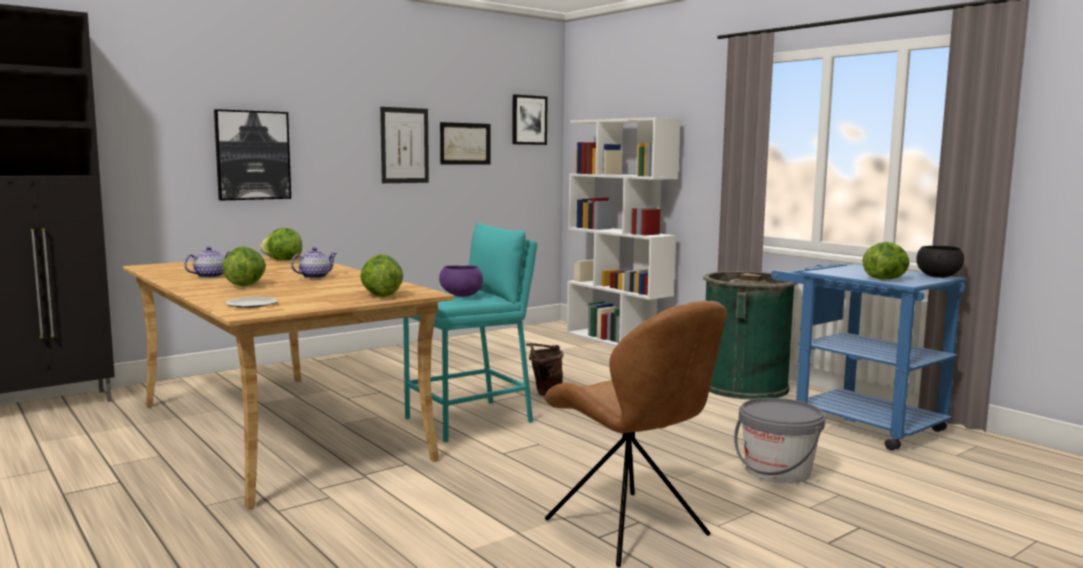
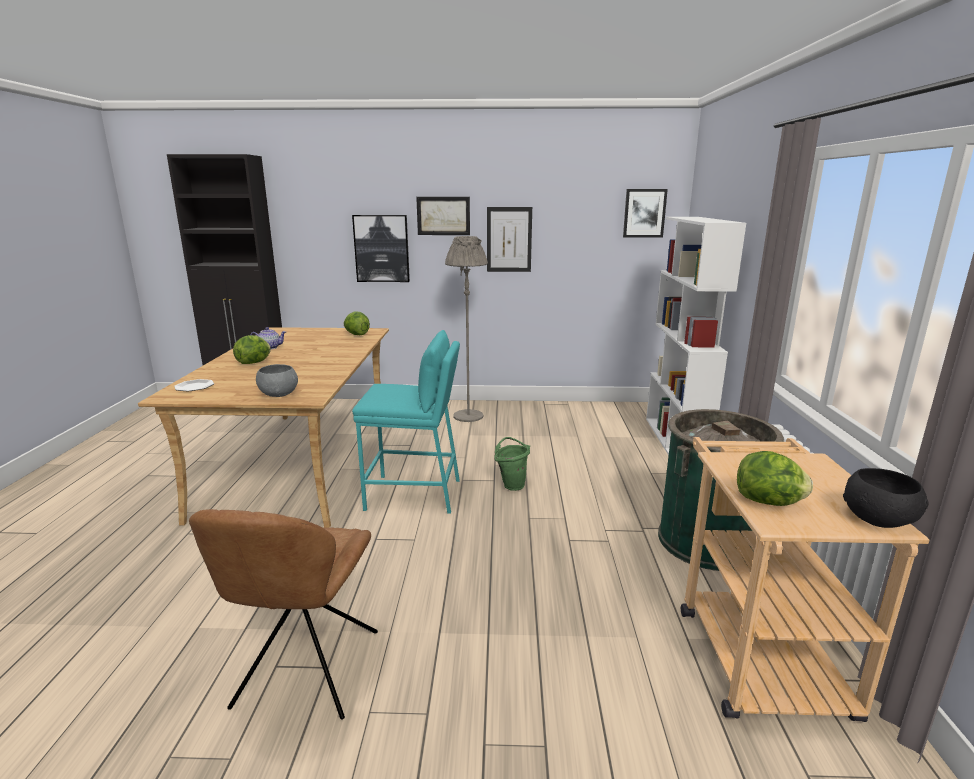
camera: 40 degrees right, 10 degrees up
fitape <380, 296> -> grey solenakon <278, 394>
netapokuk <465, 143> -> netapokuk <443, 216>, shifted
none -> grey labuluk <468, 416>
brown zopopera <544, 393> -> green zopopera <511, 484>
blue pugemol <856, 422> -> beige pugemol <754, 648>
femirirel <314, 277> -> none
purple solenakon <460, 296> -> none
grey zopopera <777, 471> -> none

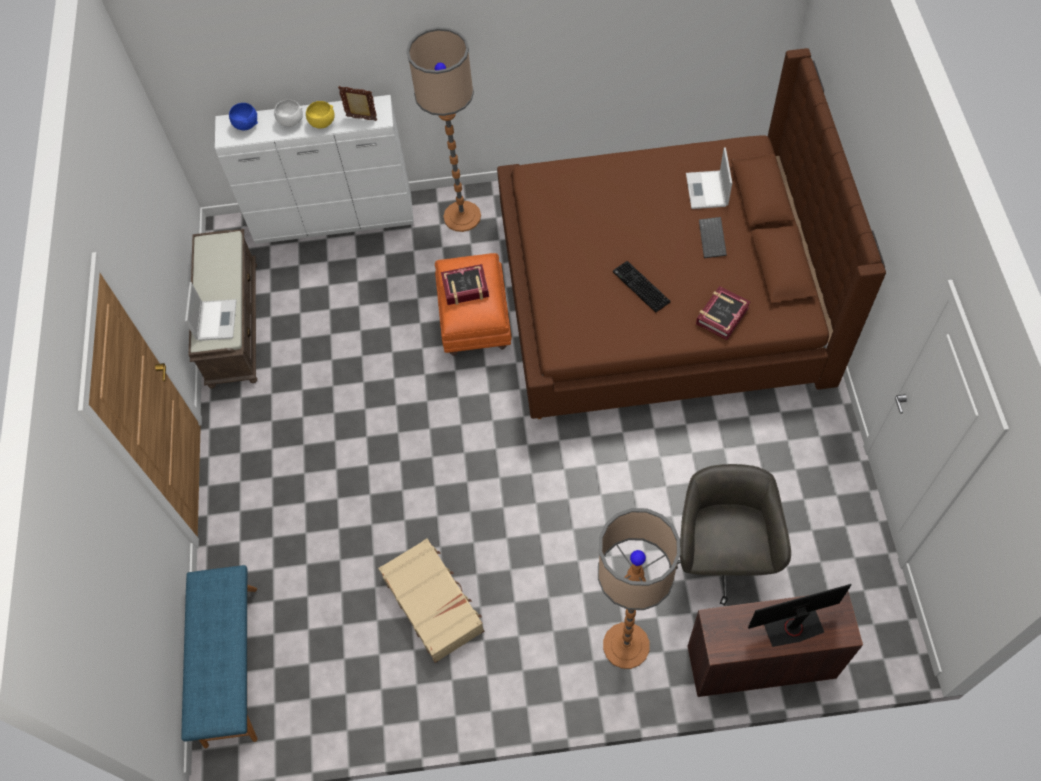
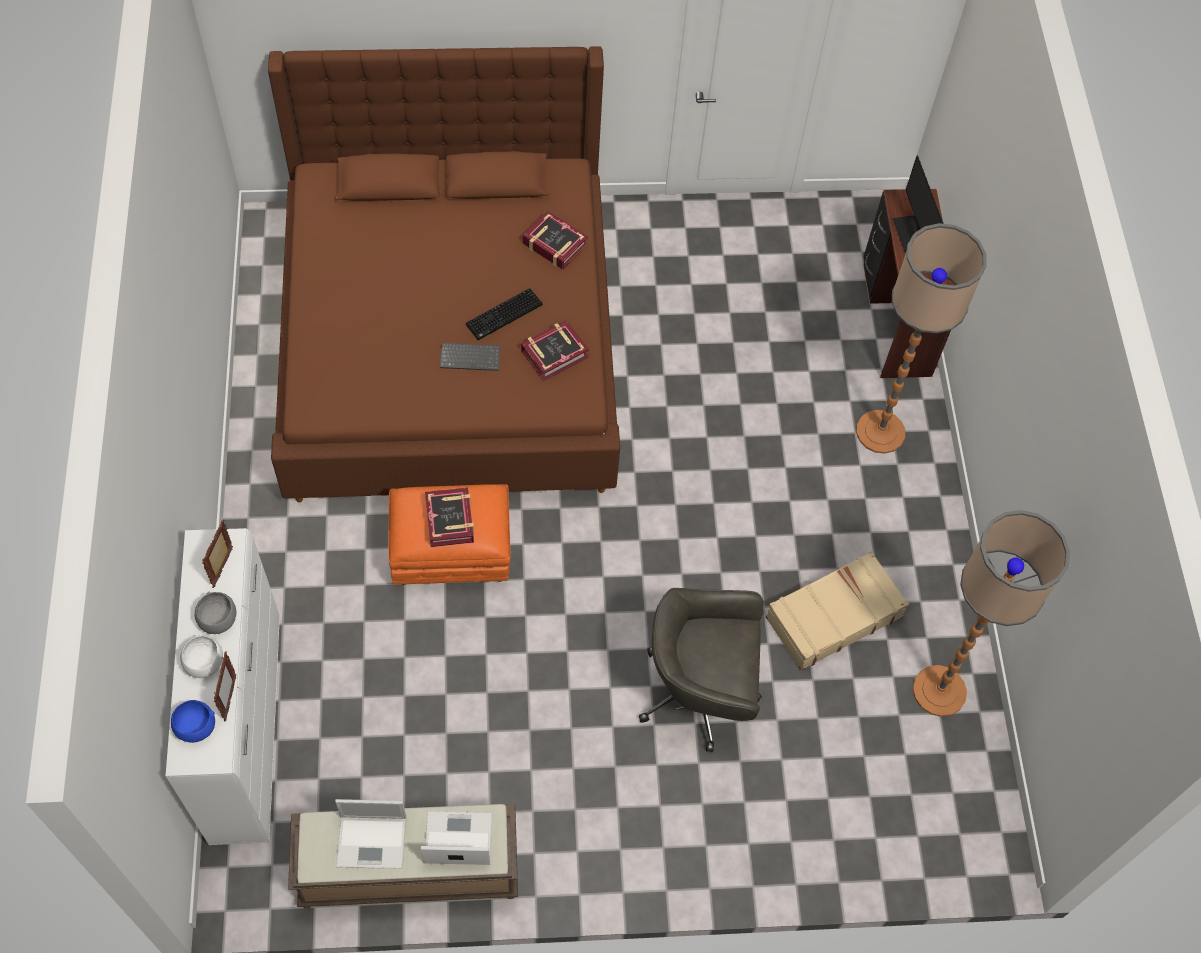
camera: 95 degrees left, 0 degrees up
yellow solenakon <322, 123> -> grey solenakon <218, 621>
none -> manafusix <230, 699>
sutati <707, 191> -> sutati <373, 841>, shifted
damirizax <713, 239> -> damirizax <471, 357>, shifted
none -> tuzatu <554, 353>
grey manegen <720, 557> -> grey manegen <700, 692>, shifted
labuluk <462, 216> -> labuluk <939, 691>, shifted
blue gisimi <230, 664> -> none

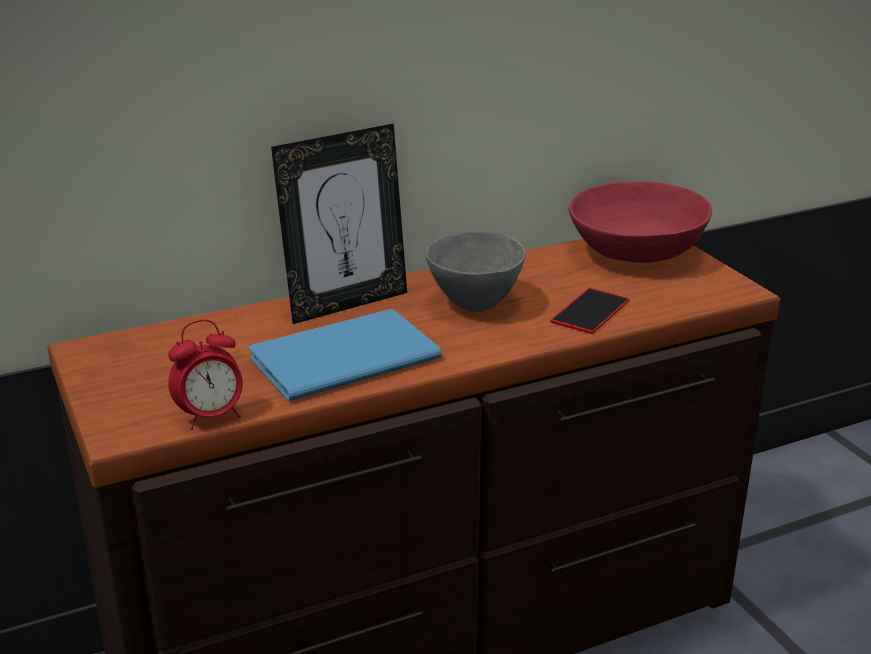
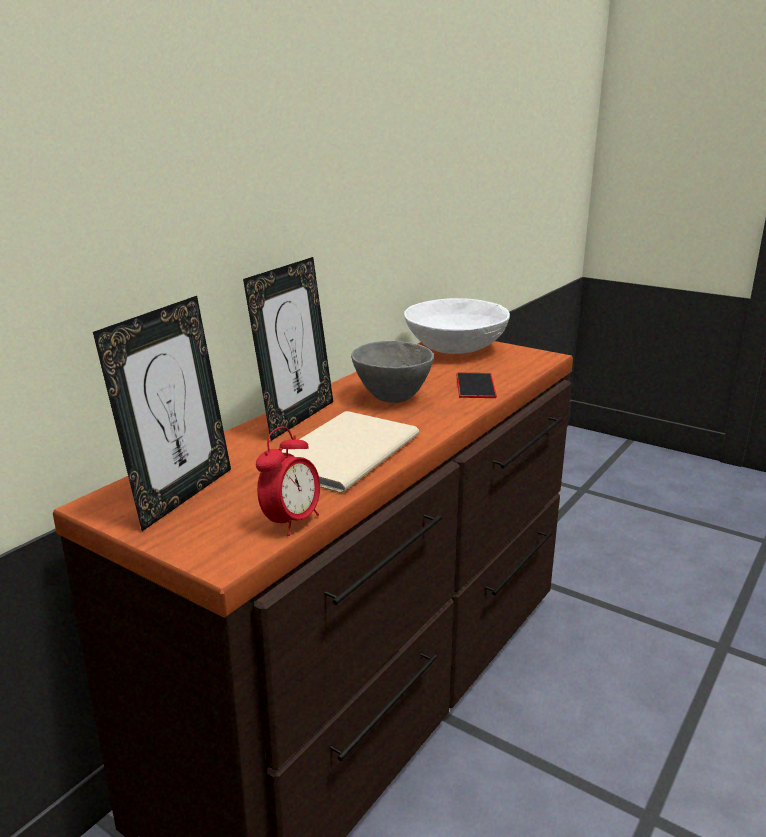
camera: 30 degrees left, 5 degrees down
none -> manafusix <180, 495>
blue tuzatu <338, 357> -> beige tuzatu <339, 454>
red solenakon <636, 252> -> white solenakon <454, 348>

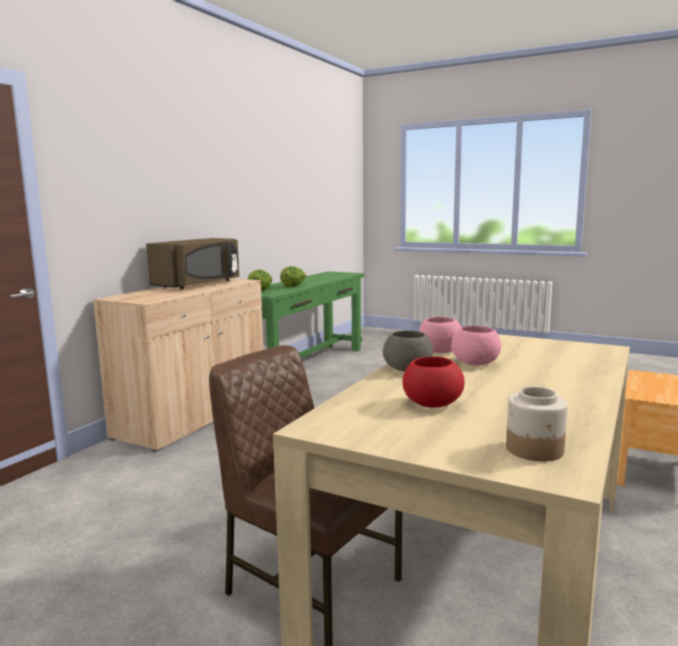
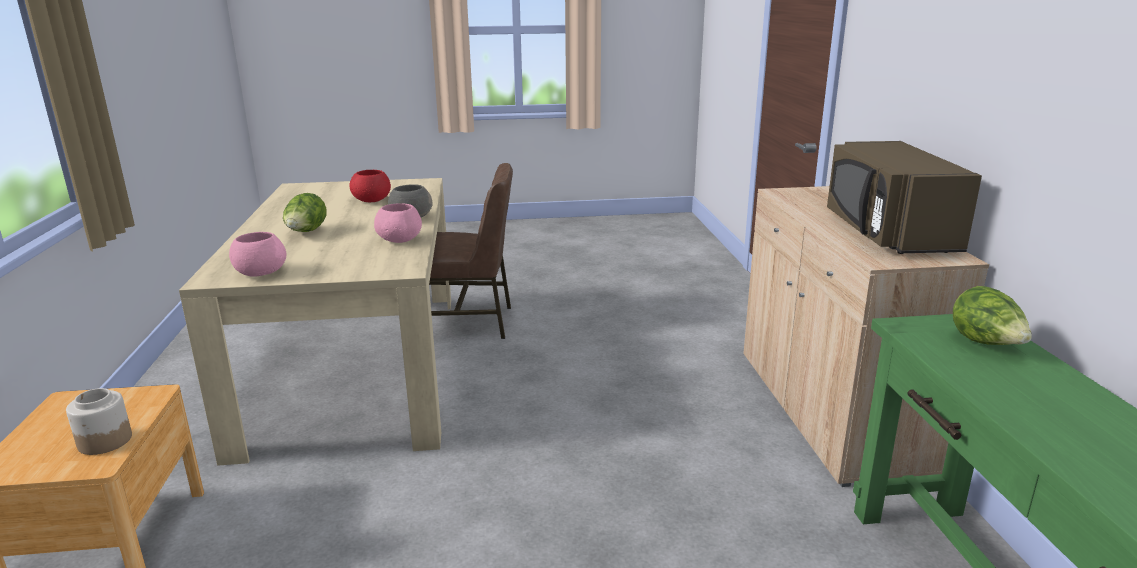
camera: 145 degrees right, 10 degrees up
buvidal <535, 450> -> buvidal <104, 441>, shifted
pink solenakon <476, 363> -> pink solenakon <260, 273>, shifted
fitape <294, 286> -> fitape <306, 232>, shifted

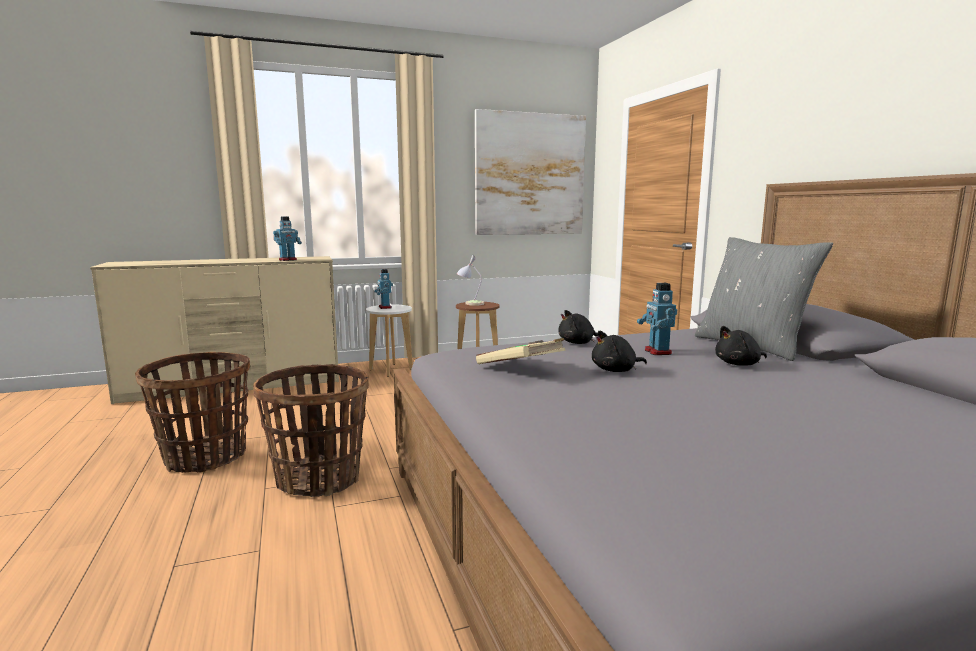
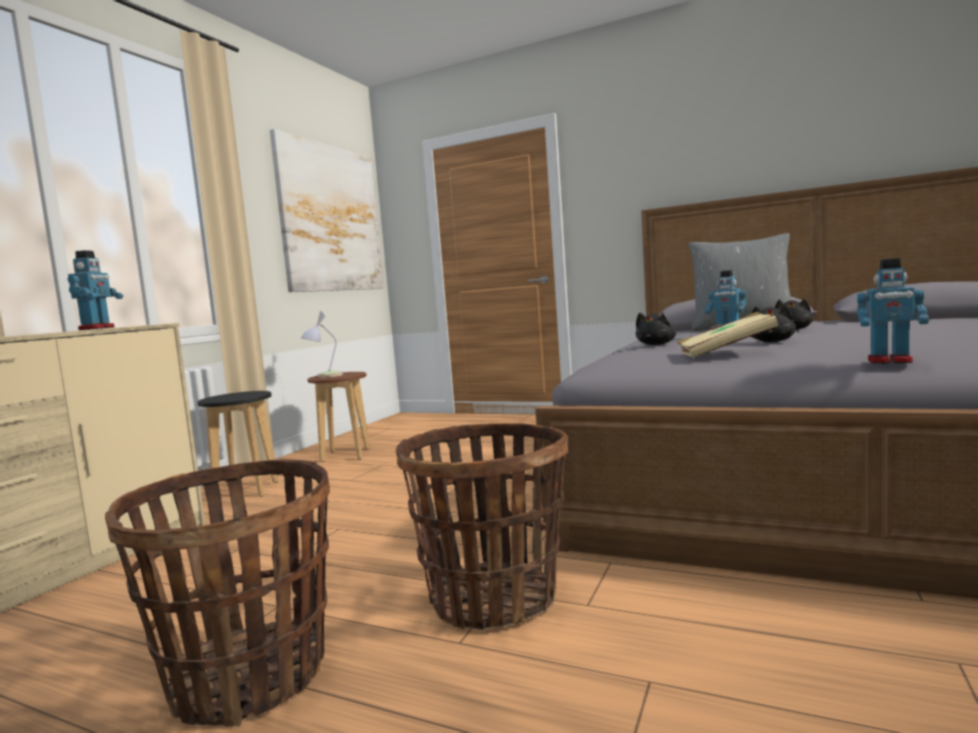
camera: 45 degrees left, 5 degrees down
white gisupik <391, 370> -> black gisupik <247, 490>
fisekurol <384, 307> -> fisekurol <890, 361>, shifted

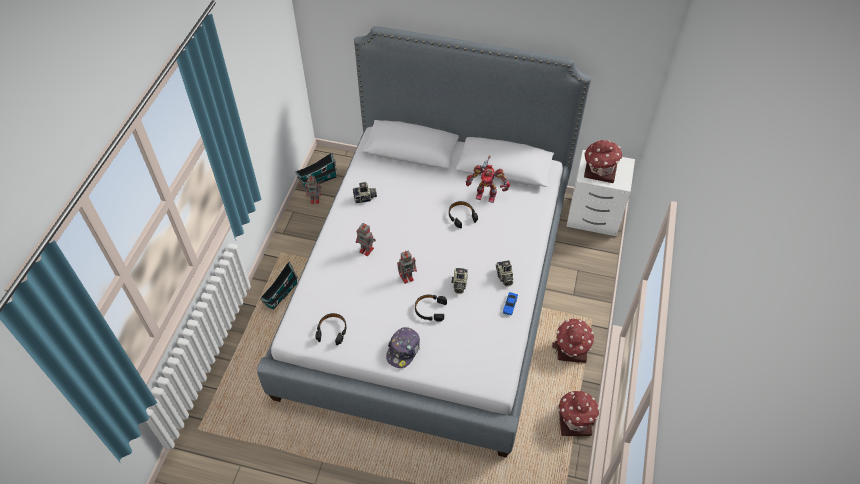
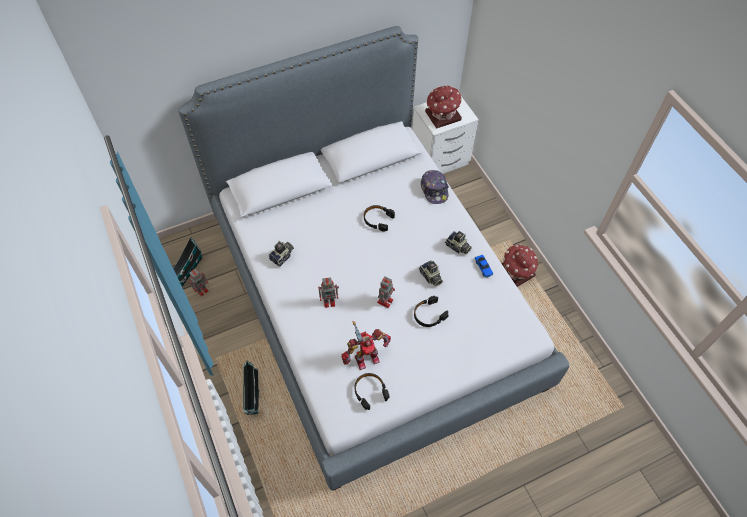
camera: 40 degrees left, 5 degrees up
fisekurol <486, 194> -> fisekurol <365, 357>, shifted
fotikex <403, 350> -> fotikex <434, 190>, shifted
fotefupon <575, 420> -> none

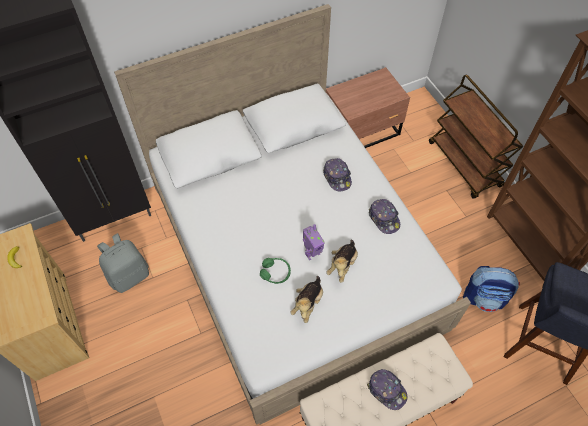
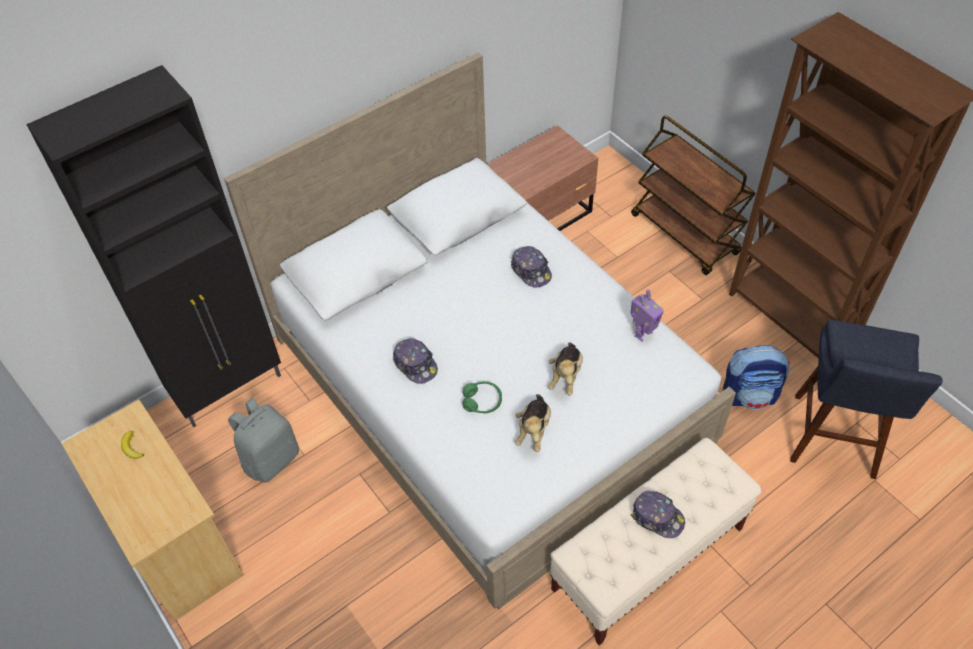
camera: 10 degrees left, 5 degrees down
fotikex <384, 219> -> fotikex <415, 364>, shifted
fisekurol <312, 253> -> fisekurol <642, 333>, shifted

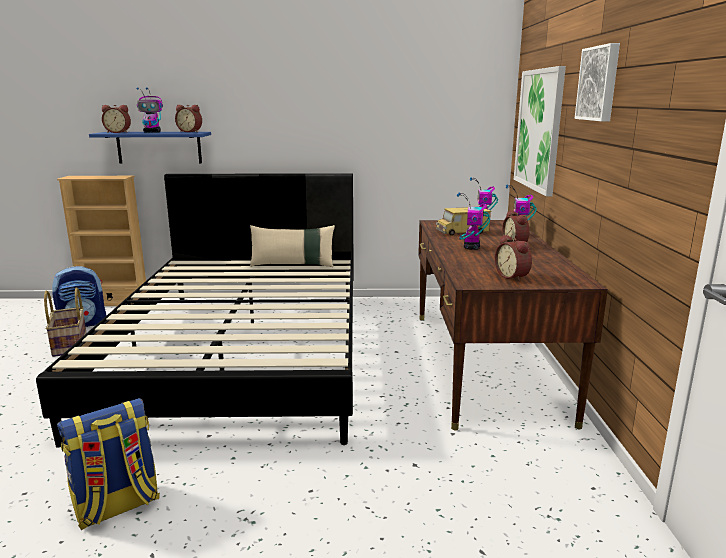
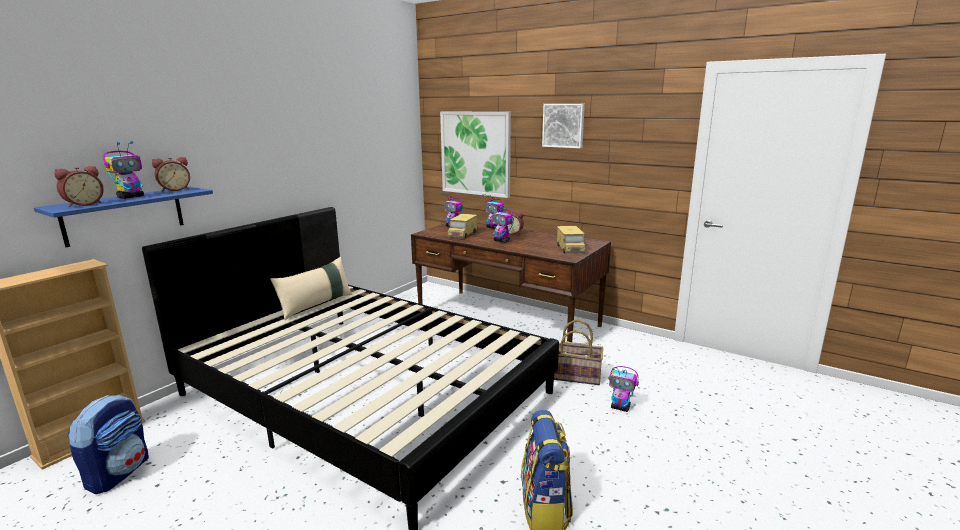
camera: 55 degrees left, 0 degrees up
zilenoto <71, 345> -> zilenoto <576, 375>, shifted
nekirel <513, 277> -> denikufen <570, 249>
none -> fisekurol <621, 407>

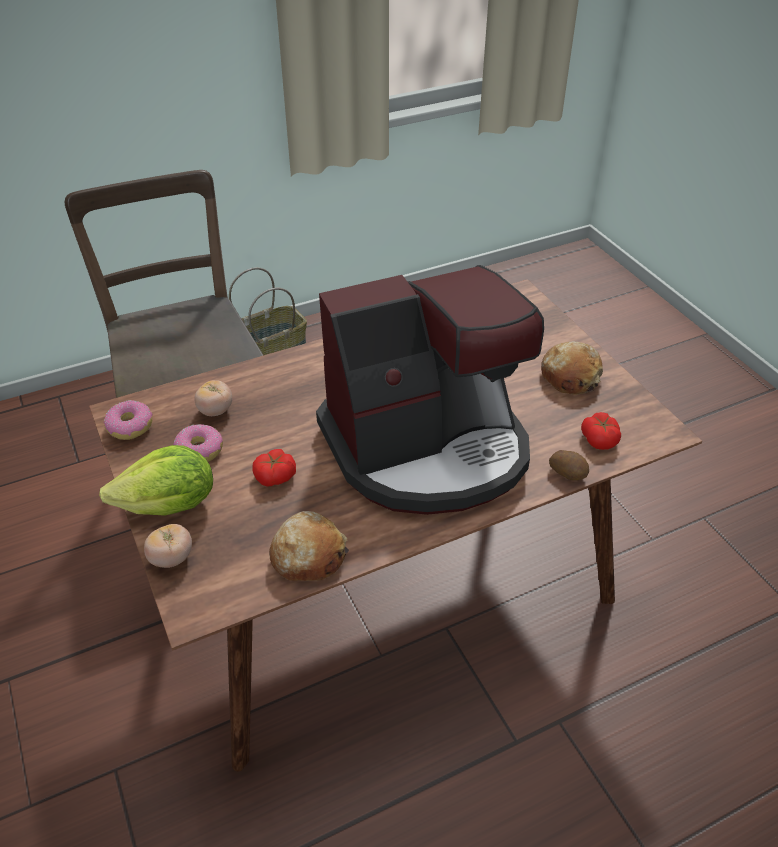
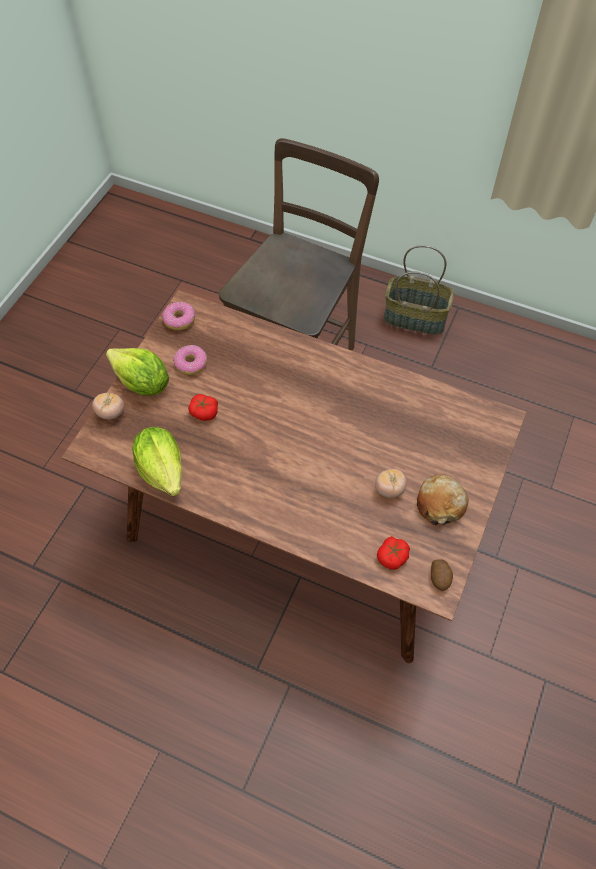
camera: 50 degrees right, 15 degrees up
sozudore <308, 556> -> fitape <162, 470>
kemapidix <215, 410> -> kemapidix <389, 489>, shifted
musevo <568, 472> -> musevo <440, 578>, shifted
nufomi <428, 448> -> none

